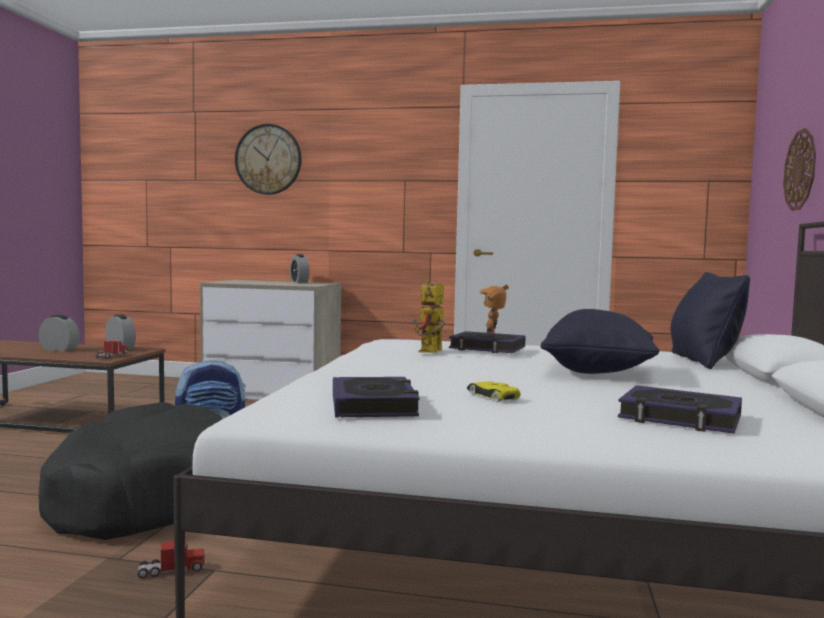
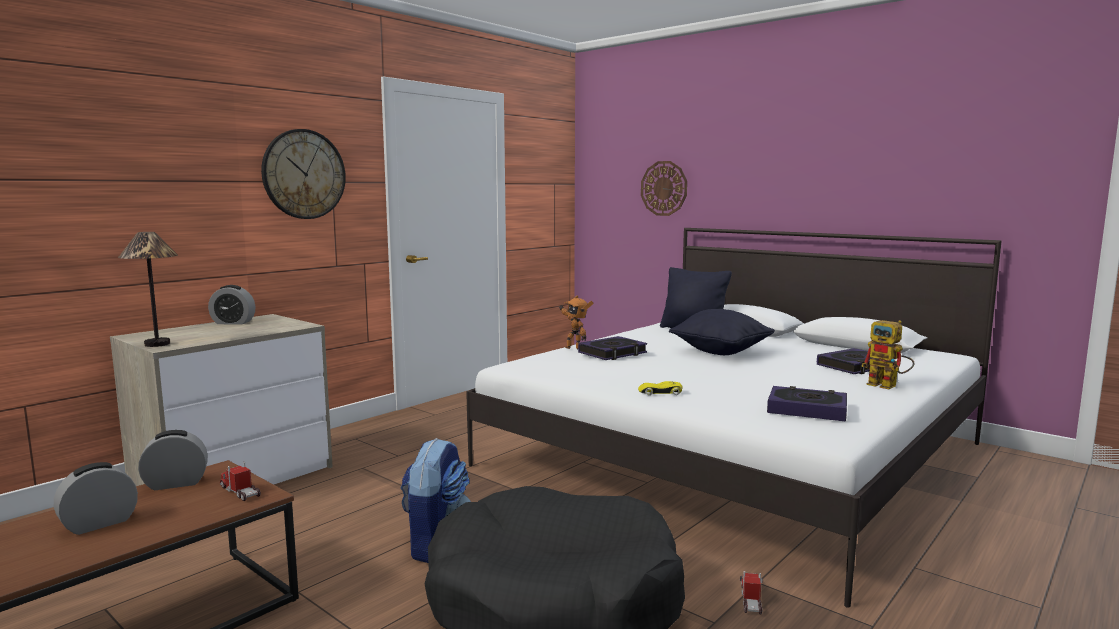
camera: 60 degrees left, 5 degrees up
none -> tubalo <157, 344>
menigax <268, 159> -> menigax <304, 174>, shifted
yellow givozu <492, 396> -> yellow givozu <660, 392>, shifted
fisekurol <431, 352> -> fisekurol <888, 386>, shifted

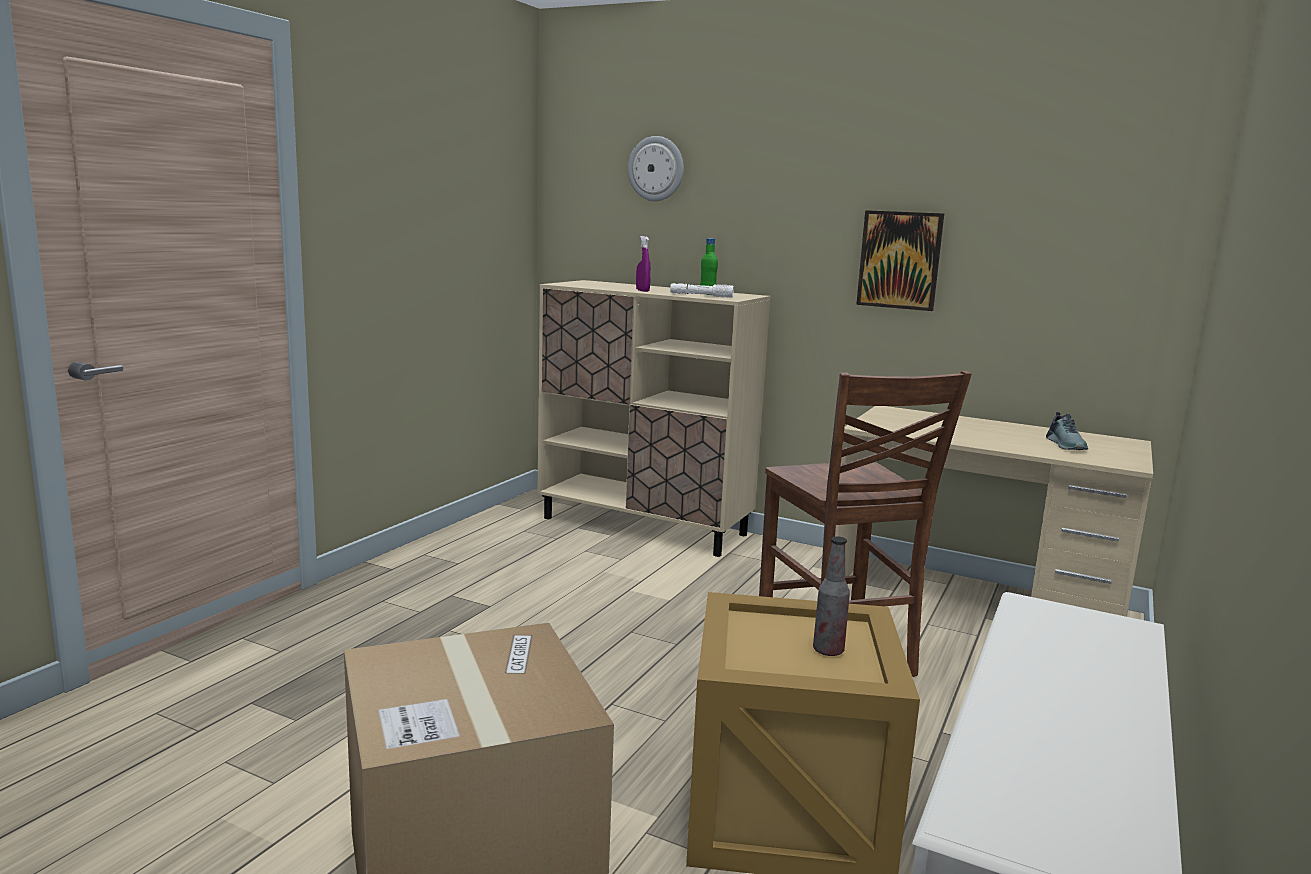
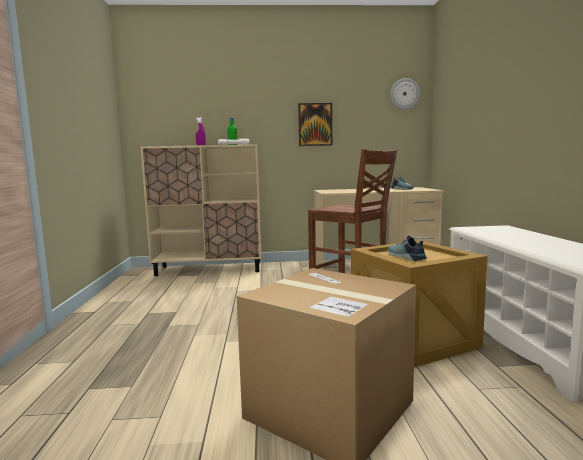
camera: 30 degrees left, 5 degrees down
none -> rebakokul <405, 257>
menigax <656, 169> -> menigax <404, 94>, shifted
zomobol <828, 651> -> none

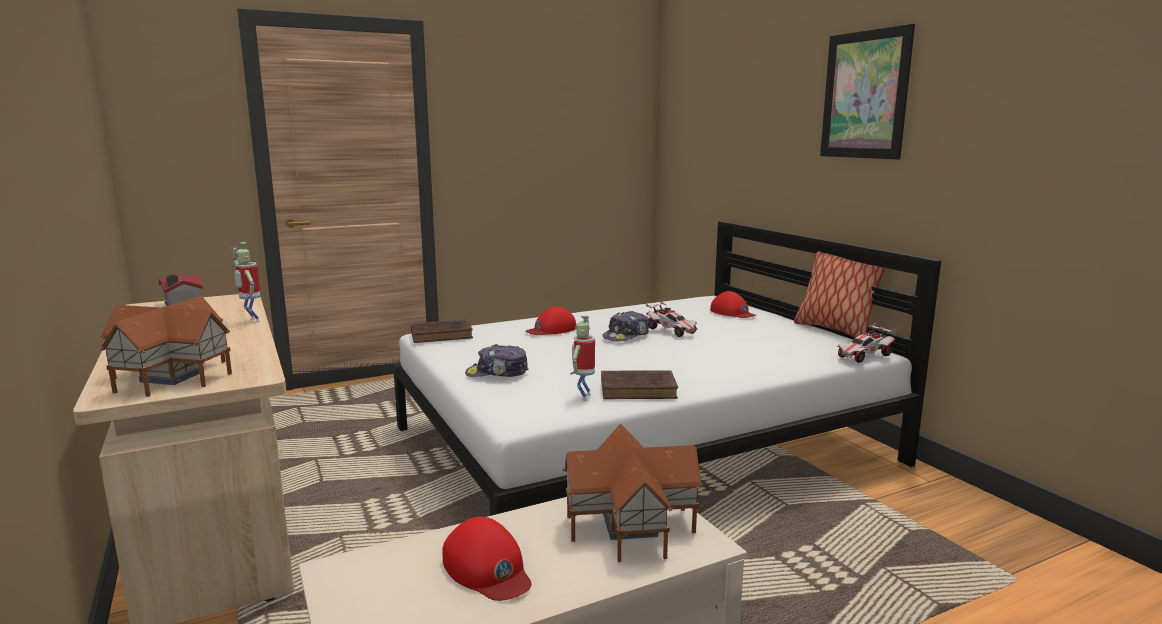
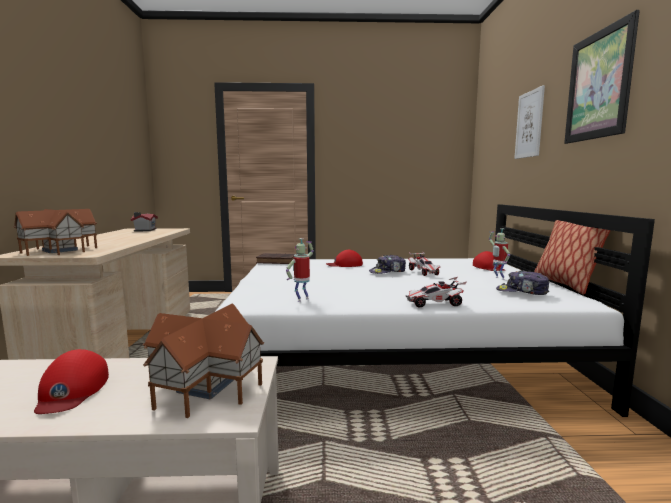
camera: 25 degrees right, 5 degrees down
givozu <864, 356> -> givozu <434, 304>, shifted
fisekurol <252, 321> -> fisekurol <498, 278>, shifted
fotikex <497, 373> -> fotikex <522, 292>, shifted
none -> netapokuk <529, 124>
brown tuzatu <640, 390> -> none

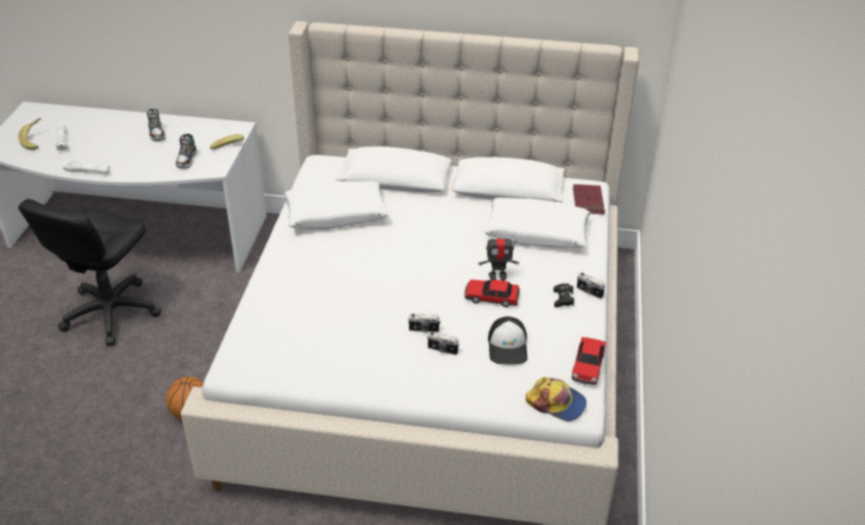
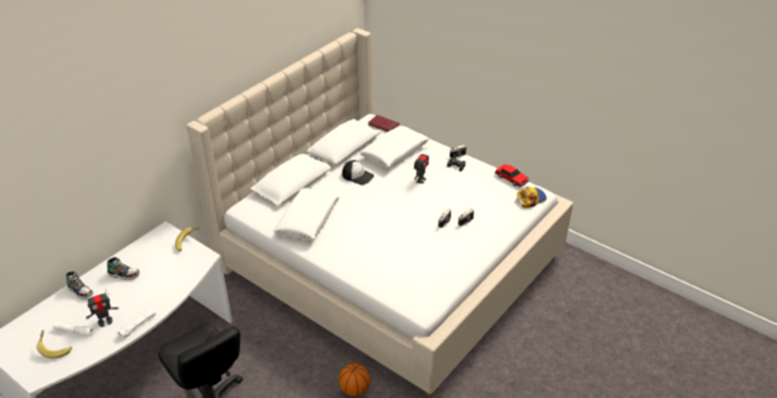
camera: 60 degrees left, 0 degrees up
rebakokul <186, 160> -> rebakokul <80, 291>, shifted
none -> fisekurol <105, 321>
fotikex <508, 346> -> fotikex <358, 175>, shifted
givozu <491, 297> -> none

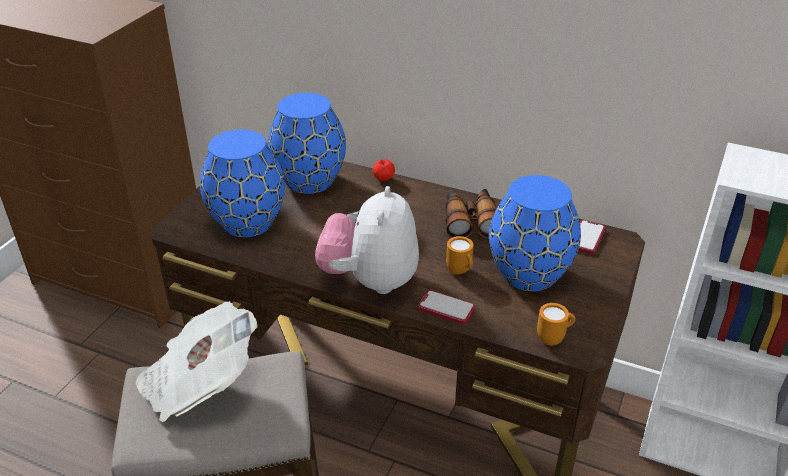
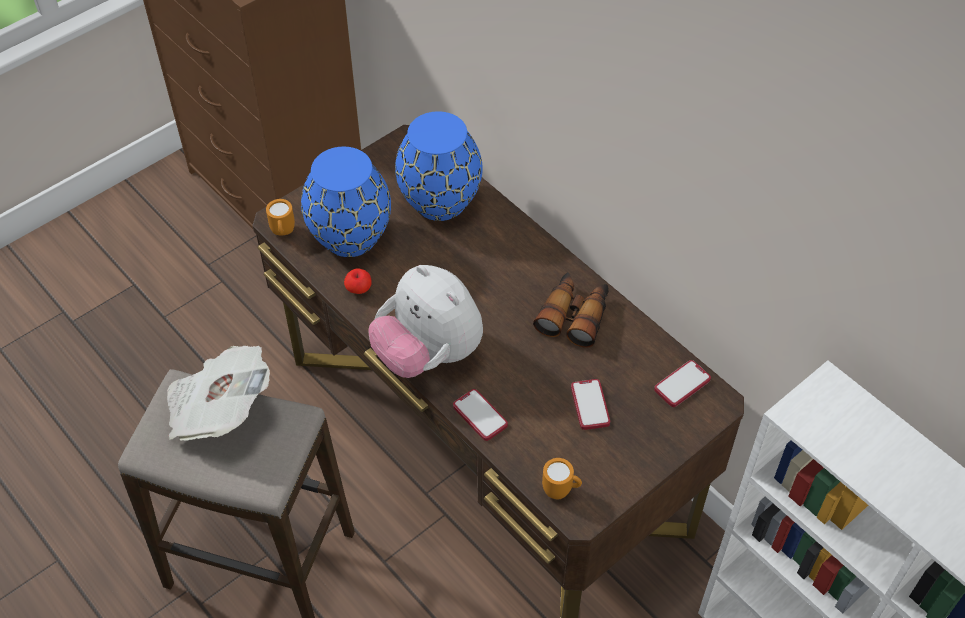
camera: 25 degrees right, 15 degrees up
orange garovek <460, 272> -> orange garovek <283, 233>, shifted
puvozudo <383, 179> -> puvozudo <358, 289>, shifted
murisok <370, 280> -> murisok <428, 354>, 75 degrees counterclockwise
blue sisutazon <529, 273> -> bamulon <590, 405>

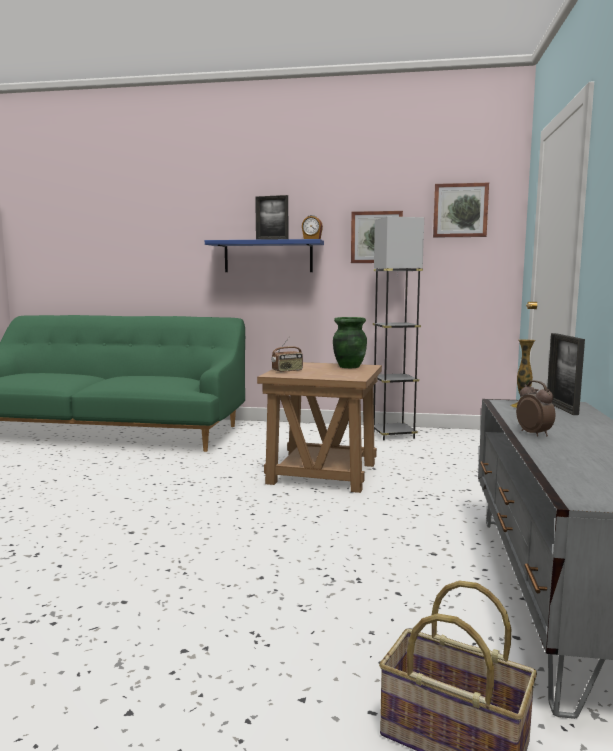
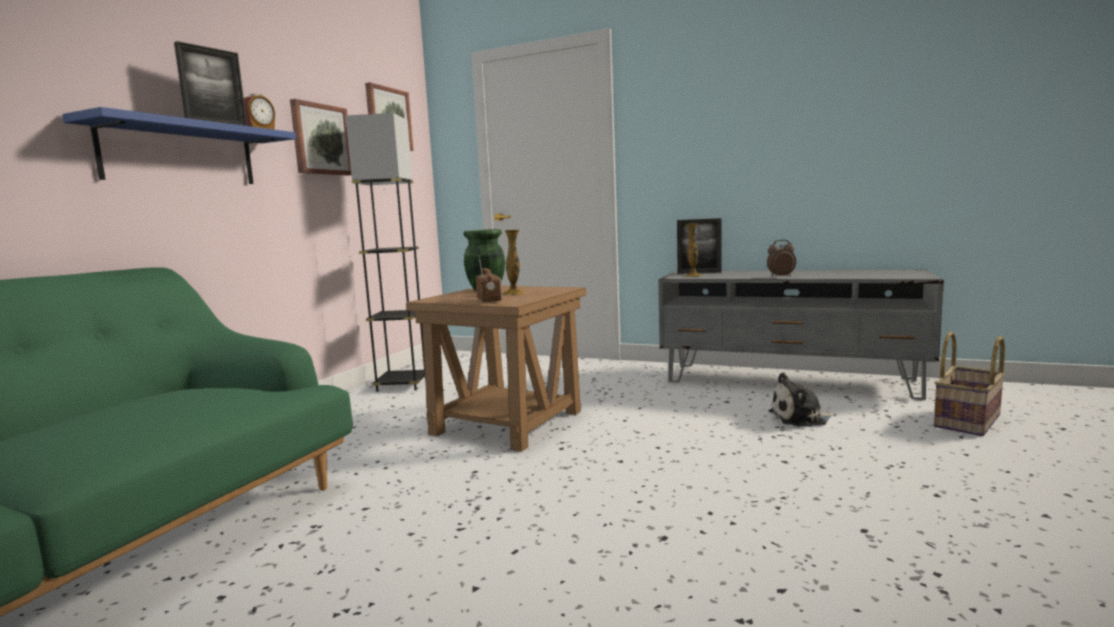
camera: 75 degrees left, 0 degrees up
none -> sisutazon <513, 293>
none -> murisok <801, 418>

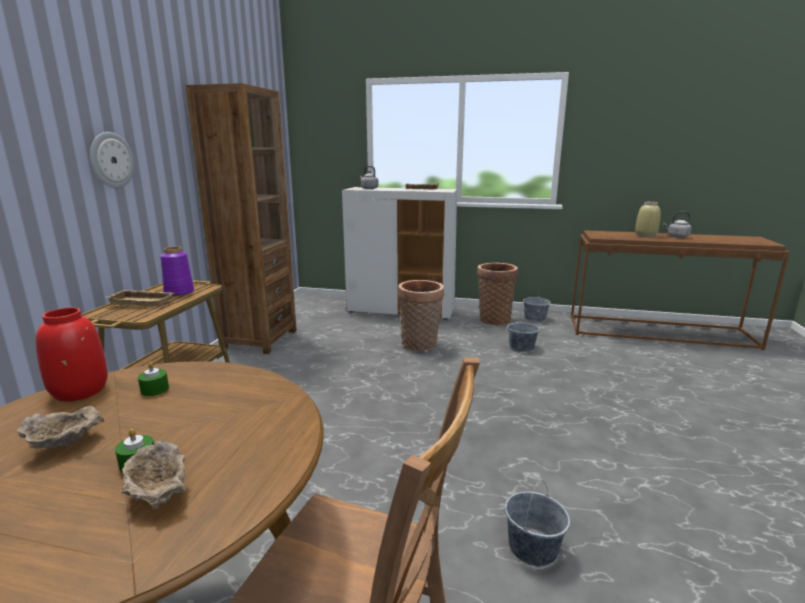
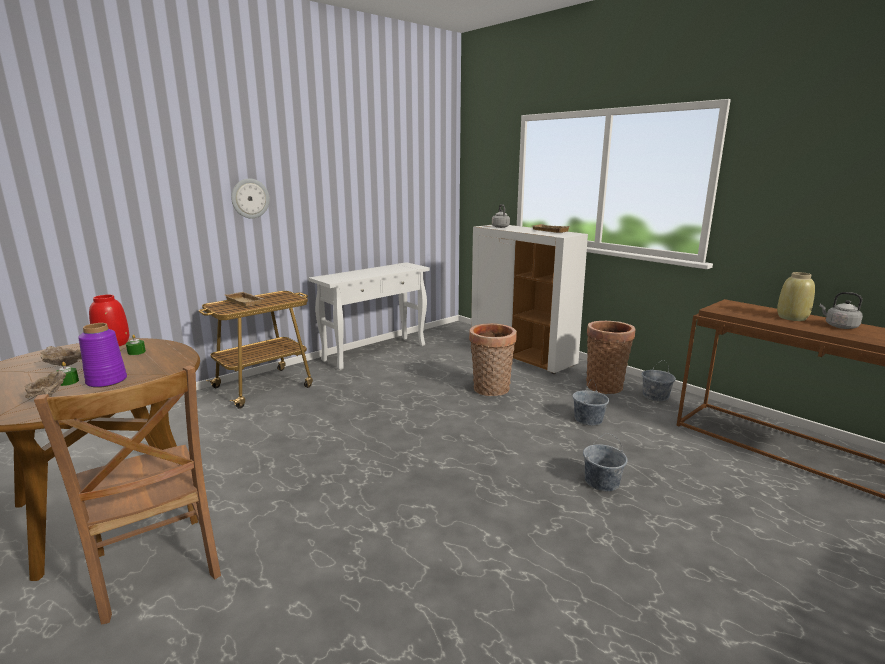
camera: 35 degrees right, 0 degrees up
purple sisutazon <178, 292> -> purple sisutazon <106, 381>, shifted
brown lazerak <259, 339> -> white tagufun <375, 352>
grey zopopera <532, 547> -> grey zopopera <601, 482>, shifted

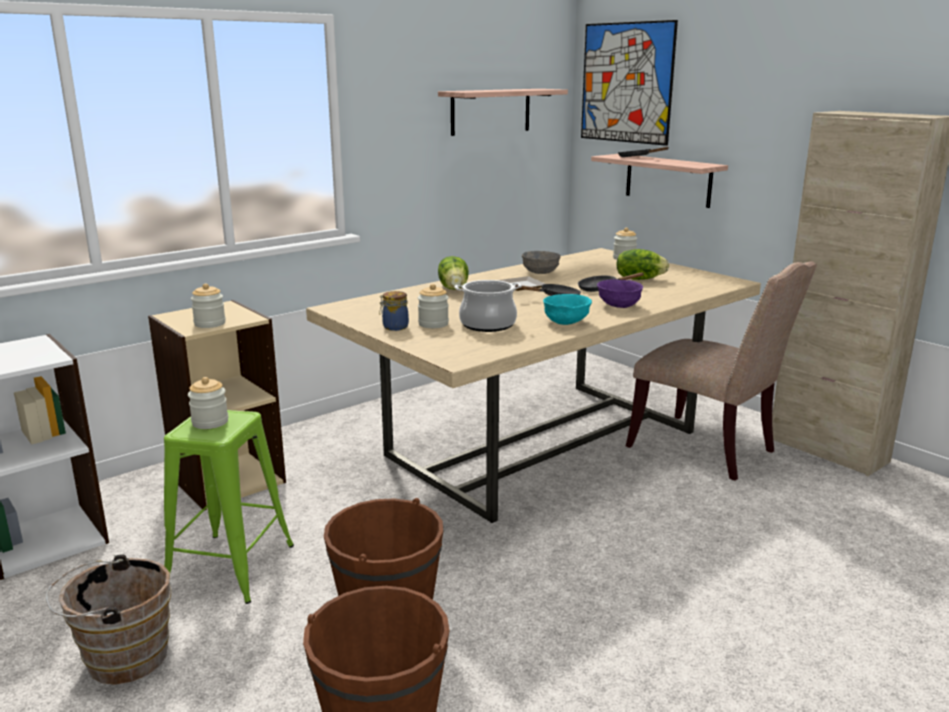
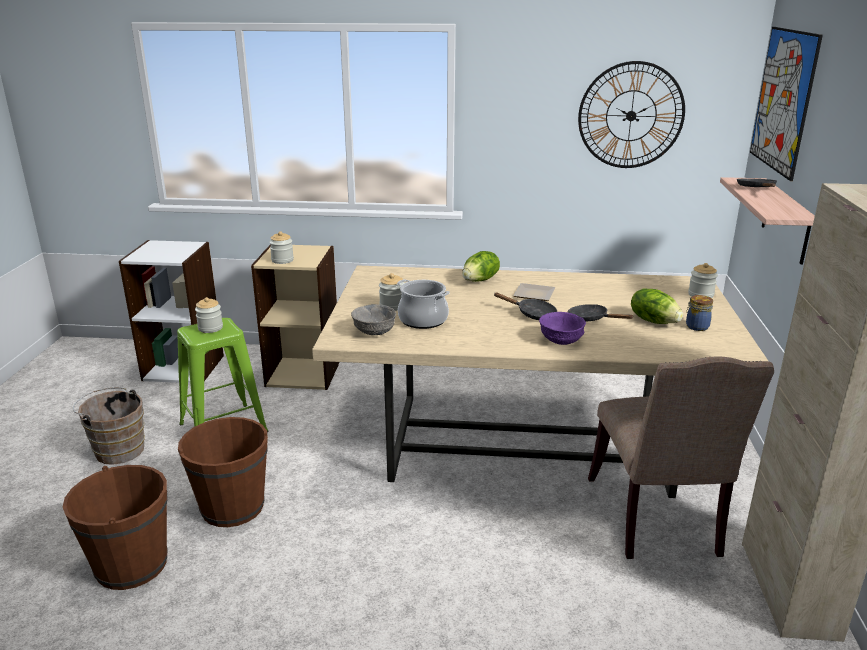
camera: 45 degrees right, 5 degrees up
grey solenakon <540, 273> -> grey solenakon <374, 332>, shifted
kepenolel <491, 111> -> menigax <631, 115>
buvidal <394, 327> -> buvidal <696, 326>, shifted
turquoise solenakon <566, 322> -> none

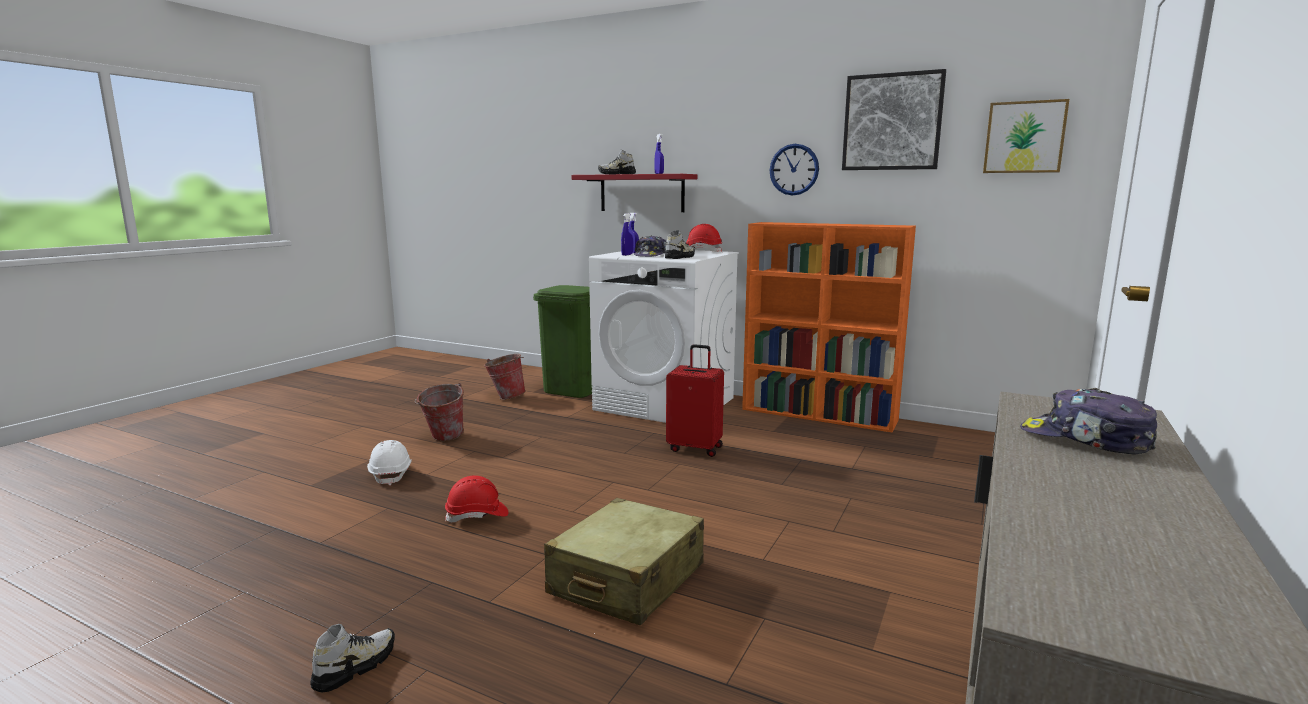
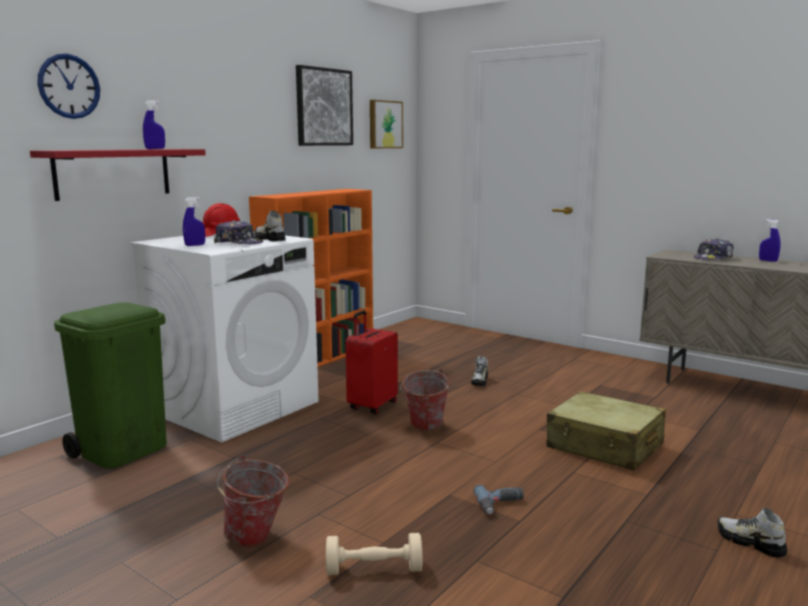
camera: 80 degrees left, 0 degrees up
menigax <794, 169> -> menigax <69, 86>, shifted
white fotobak <391, 474> -> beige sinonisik <374, 569>
zopopera <506, 397> -> zopopera <424, 428>, shifted
rebakokul <617, 174> -> rebakokul <480, 381>, shifted
red fotobak <477, 515> -> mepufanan <501, 505>
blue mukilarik <627, 255> -> blue mukilarik <768, 261>, shifted

